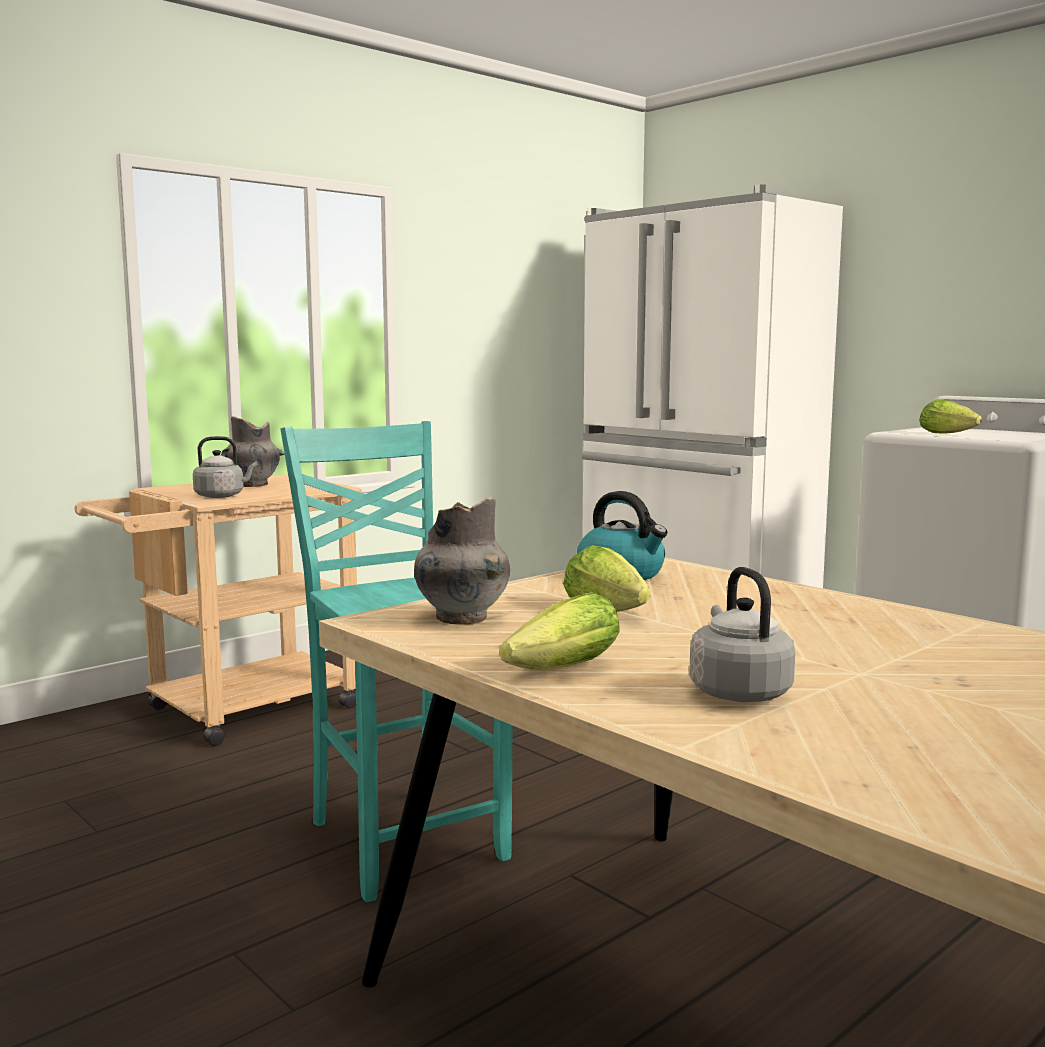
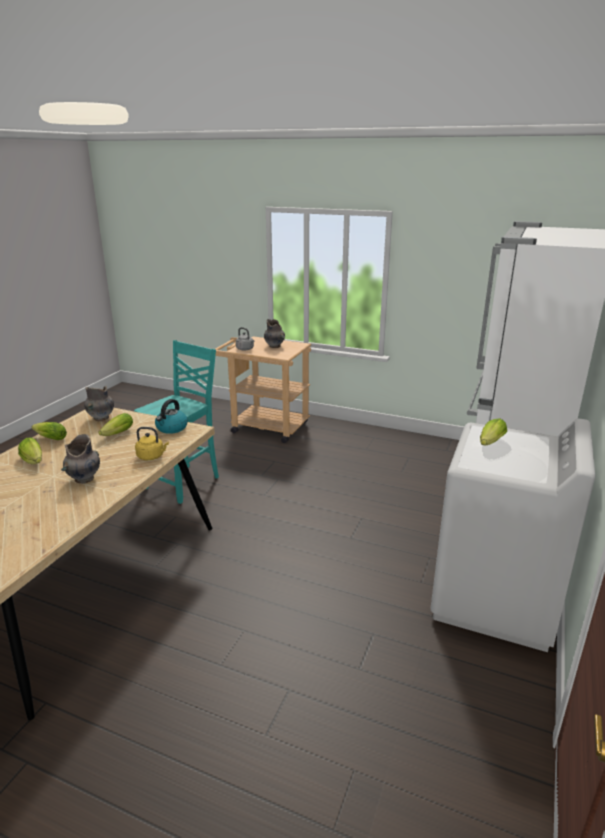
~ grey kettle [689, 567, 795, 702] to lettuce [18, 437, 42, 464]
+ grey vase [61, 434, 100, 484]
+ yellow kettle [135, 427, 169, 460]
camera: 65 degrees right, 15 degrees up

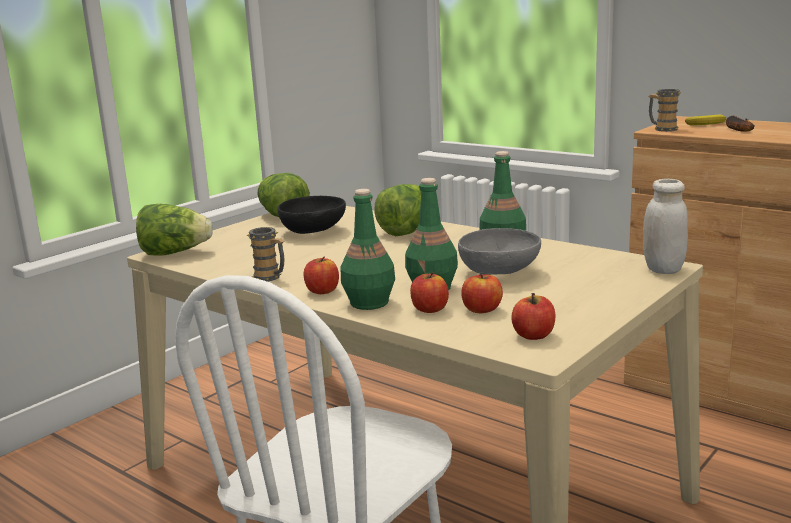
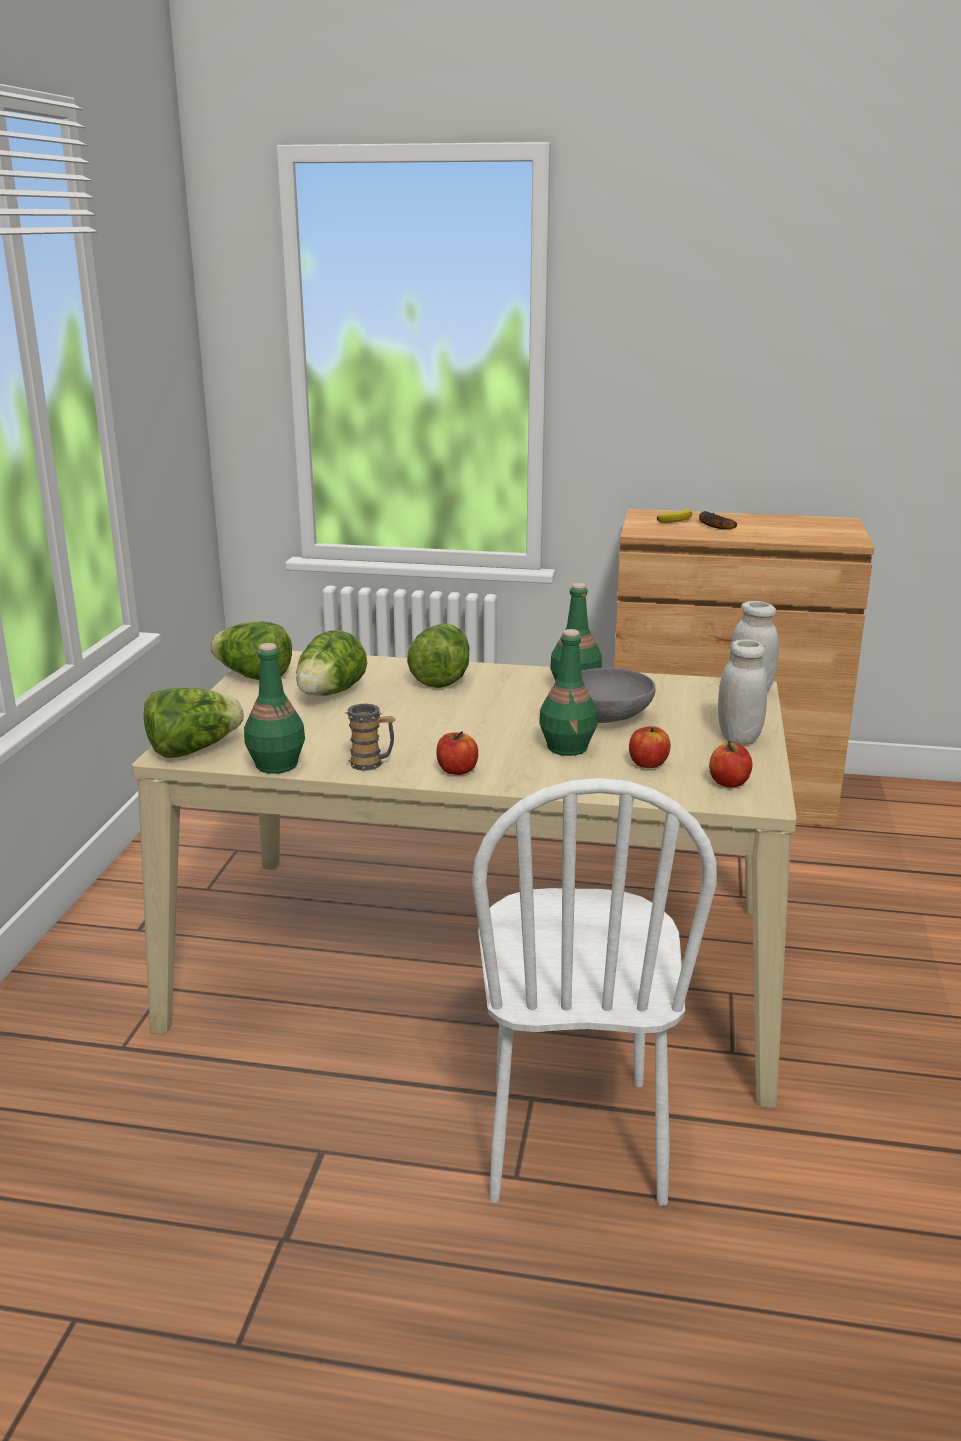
~ black bowl [278, 196, 346, 234] to lettuce [296, 630, 367, 696]
~ green bottle [341, 189, 395, 310] to [244, 643, 305, 774]
- apple [410, 272, 449, 313]
- mug [648, 89, 681, 132]
+ white jar [718, 639, 767, 745]
camera: 30 degrees left, 5 degrees up

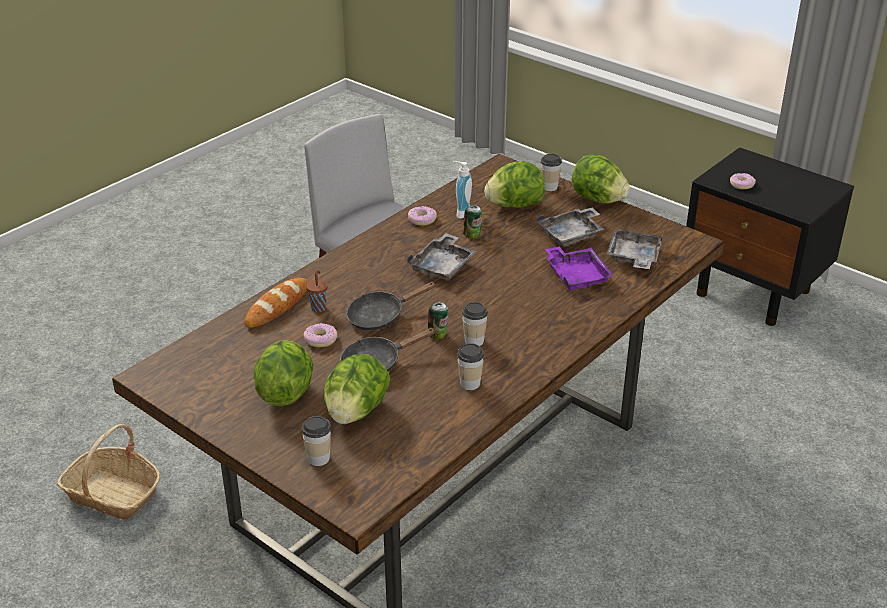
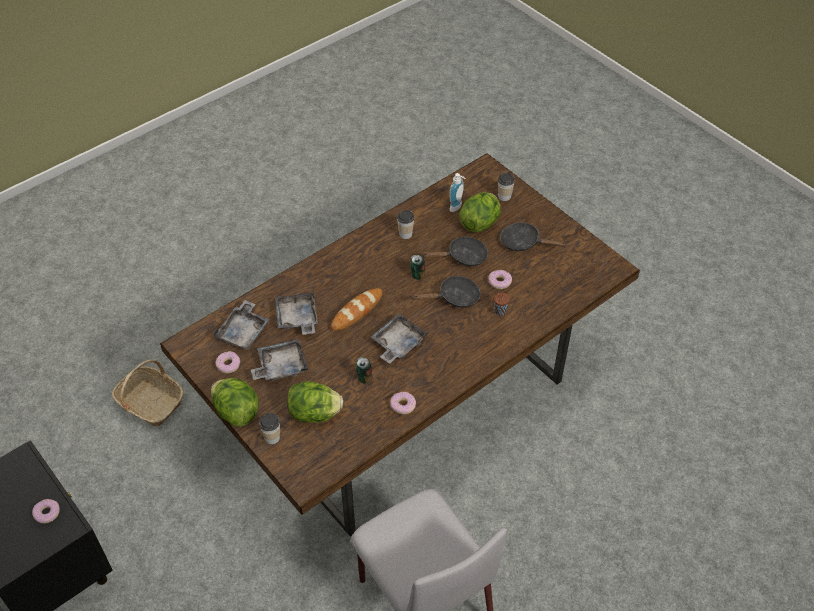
~ basket [57, 424, 160, 520] to [112, 359, 184, 426]
~ bread [244, 278, 308, 328] to [331, 288, 383, 331]
~ lettuce [254, 340, 313, 406] to black frying pan [500, 223, 567, 251]
~ soap dispenser [453, 161, 472, 219] to [450, 173, 466, 212]
- cup [462, 302, 488, 346]
~ purple tray [545, 246, 613, 290] to grey tray [275, 291, 318, 335]
+ donut [216, 351, 240, 373]
camera: 170 degrees left, 15 degrees up

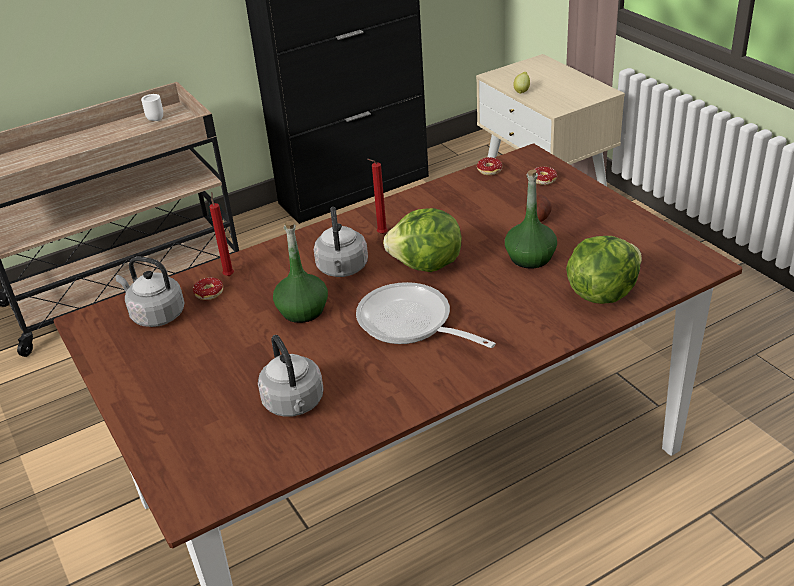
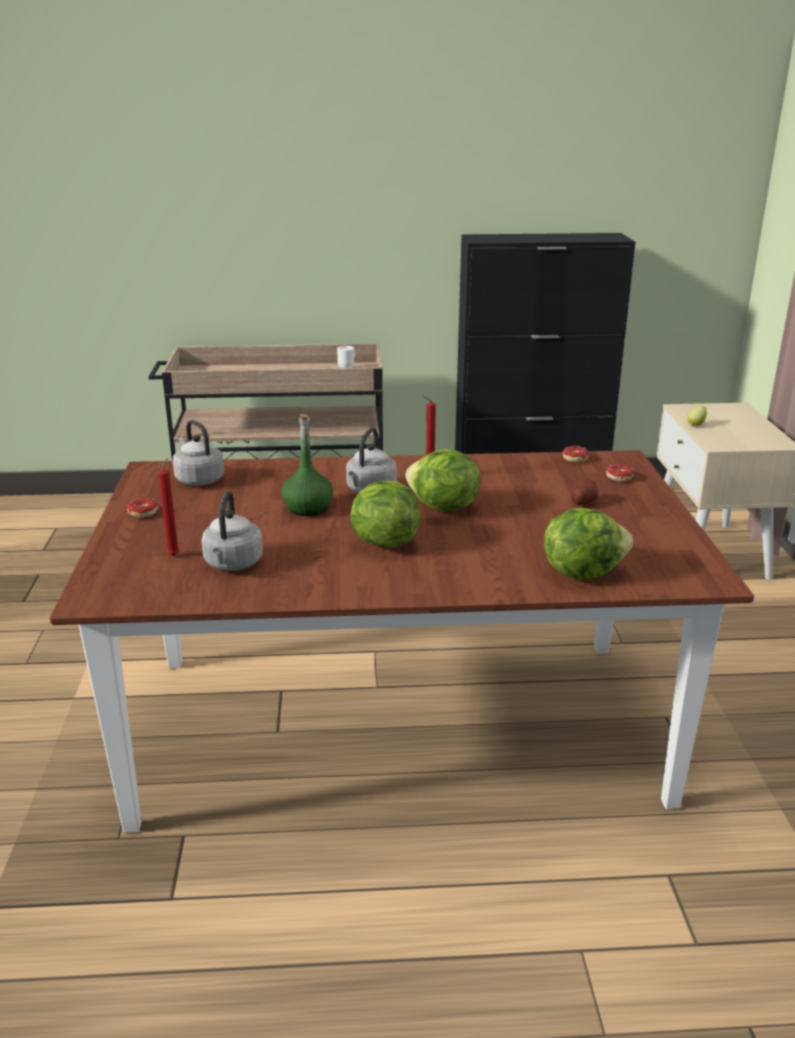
~ donut [193, 277, 223, 300] to [127, 498, 158, 518]
~ red candle [209, 193, 234, 276] to [158, 458, 180, 556]
~ frying pan [356, 282, 496, 348] to lettuce [350, 481, 421, 548]
- green bottle [505, 169, 557, 268]
camera: 25 degrees right, 10 degrees down

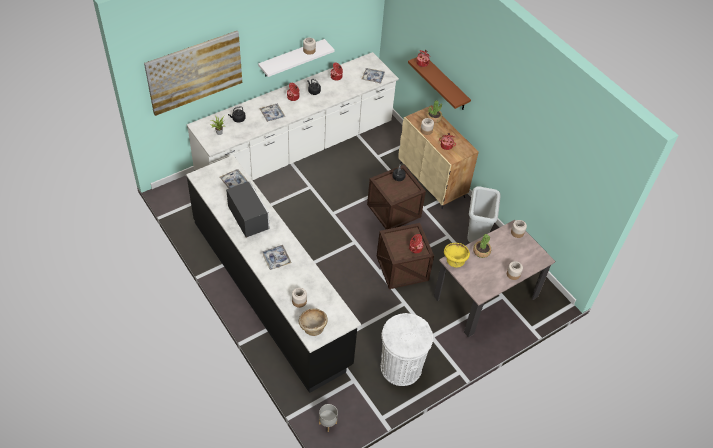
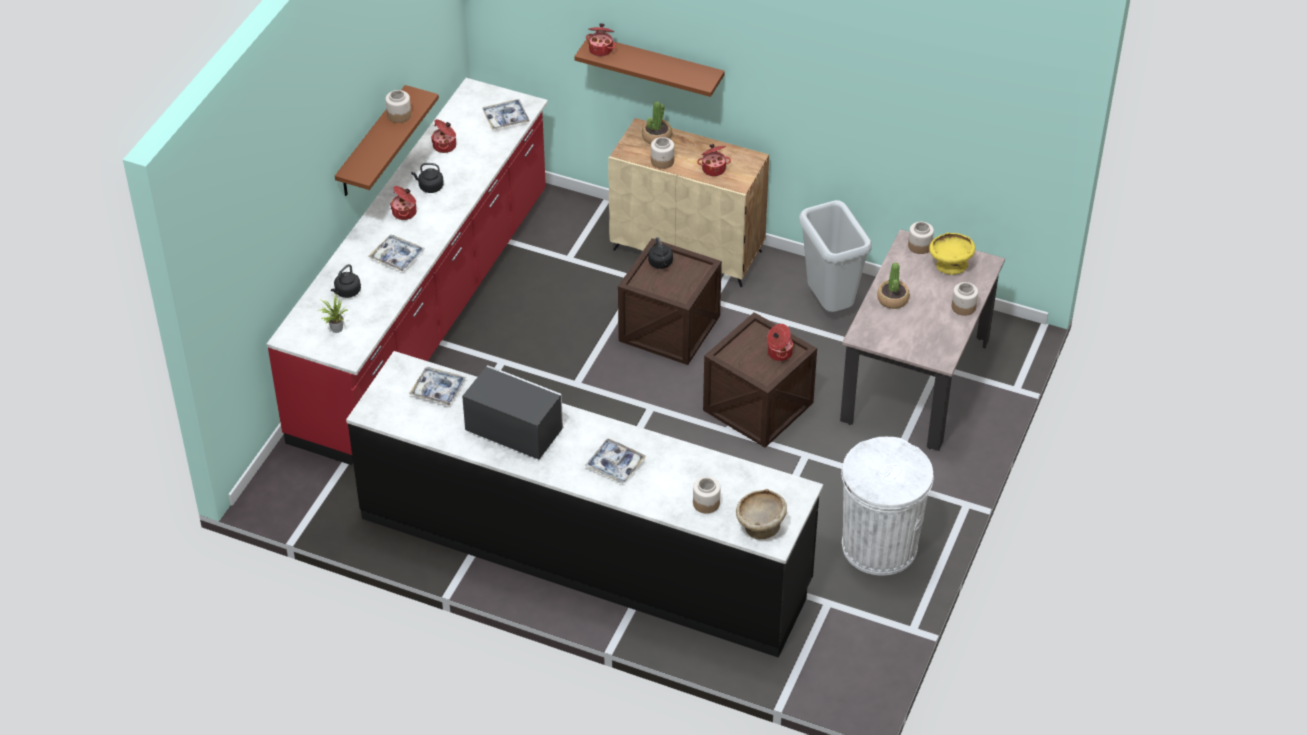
- picture [144, 31, 242, 116]
~ white counter [187, 52, 399, 180] to red counter [267, 78, 548, 465]
~ white shelf [258, 39, 335, 77] to brown shelf [335, 85, 439, 196]
- grey planter [319, 404, 338, 432]
~ yellow bowl [444, 243, 470, 268] to [929, 232, 975, 275]
camera: 30 degrees left, 5 degrees down

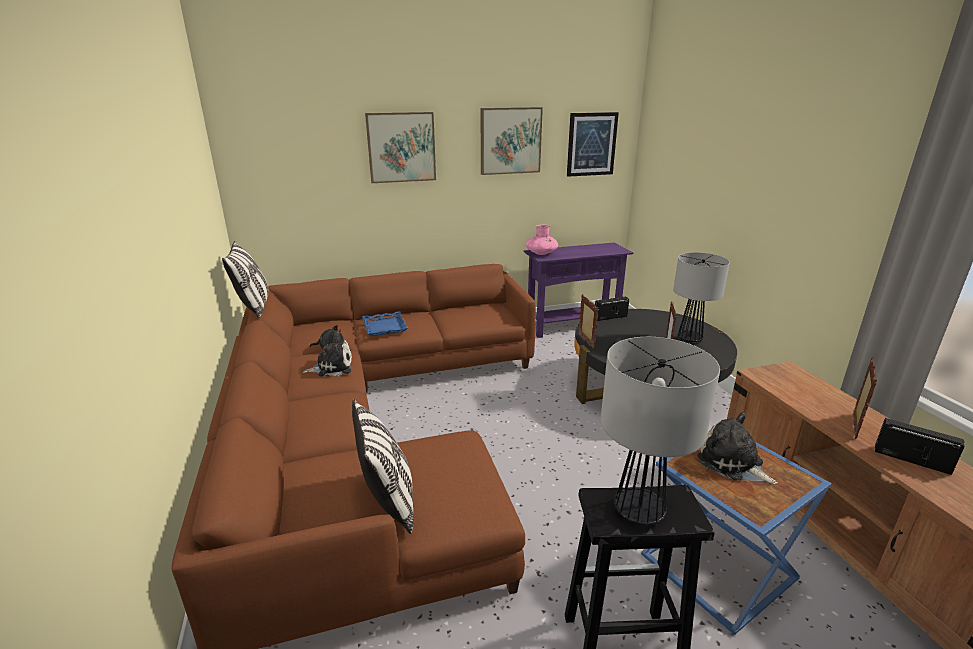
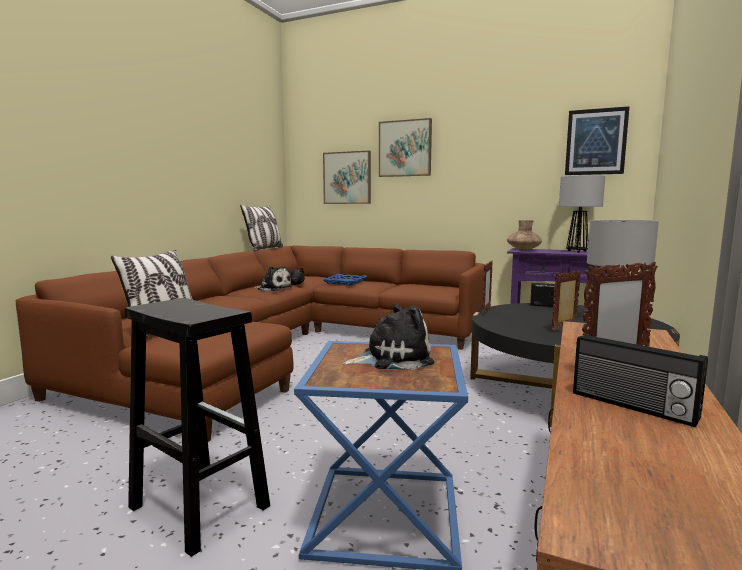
~ picture [481, 107, 543, 175] to [323, 151, 371, 204]
~ pink vase [526, 225, 558, 255] to brown vase [507, 220, 542, 250]
~ table lamp [601, 337, 720, 527] to [559, 175, 605, 253]
~ plush toy [697, 412, 778, 484] = [342, 303, 434, 370] 75 degrees clockwise
~ radio [875, 418, 964, 475] = [573, 334, 708, 427] 150 degrees clockwise
camera: 40 degrees right, 15 degrees down

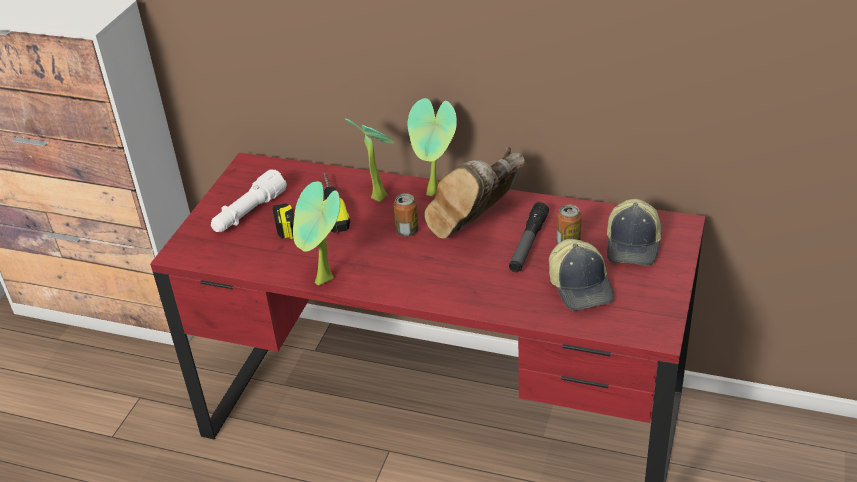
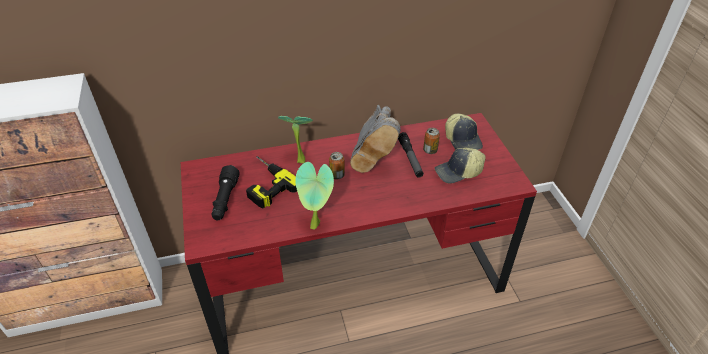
~ white flashlight [211, 169, 287, 232] to black flashlight [211, 165, 240, 221]
- potted plant [408, 98, 457, 196]
~ brown boot [424, 147, 525, 239] to grey boot [350, 105, 401, 173]
~ cap [549, 239, 614, 311] = [435, 148, 486, 184] 120 degrees clockwise
camera: 35 degrees left, 5 degrees up

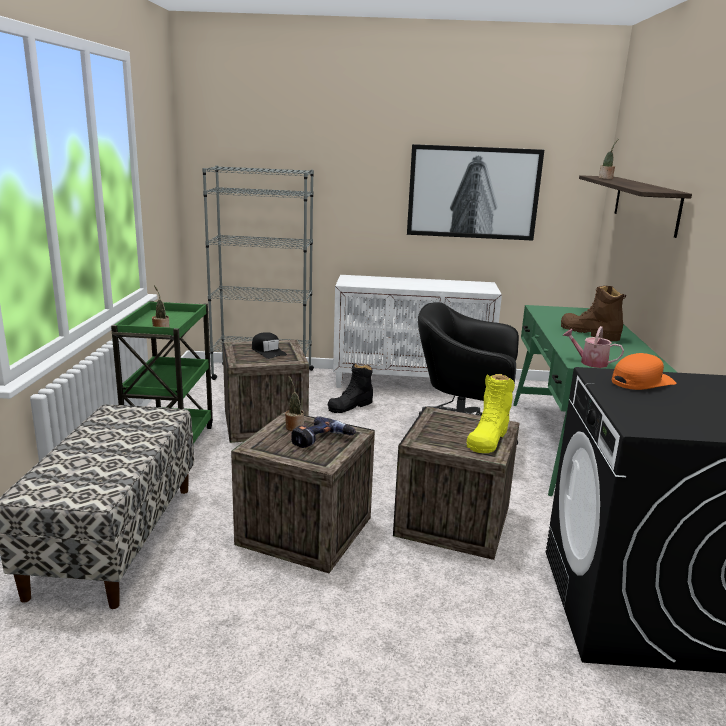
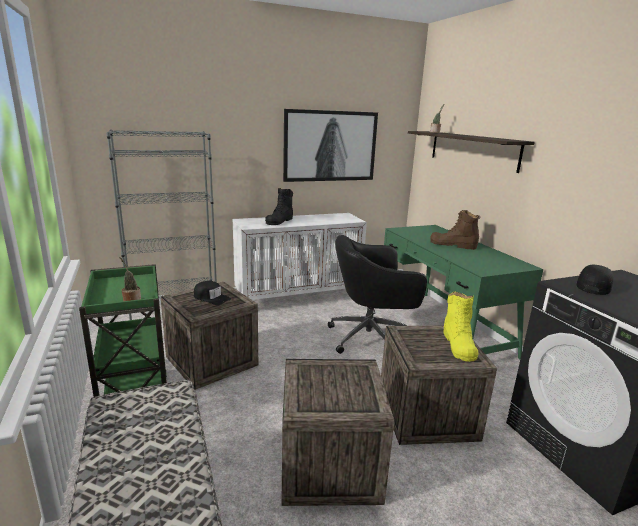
- potted plant [285, 377, 304, 431]
- power drill [291, 416, 356, 448]
~ black boot [328, 364, 373, 413] to [265, 188, 293, 225]
- watering can [562, 326, 624, 368]
~ orange cap [612, 353, 677, 390] to black cap [576, 265, 613, 295]
camera: 25 degrees left, 0 degrees up

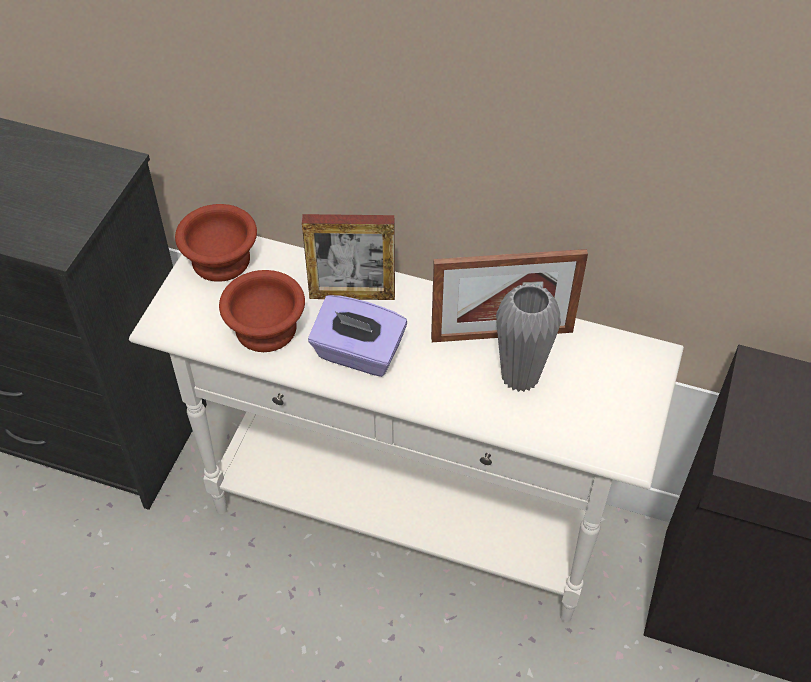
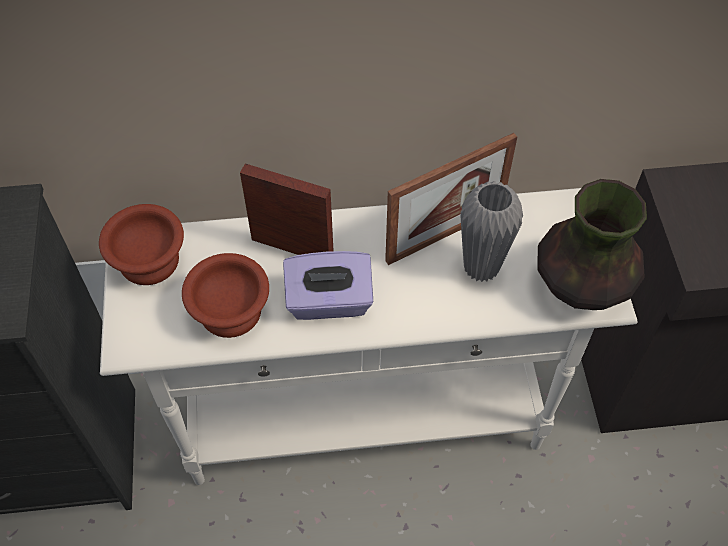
~ picture frame [302, 214, 395, 300] = [240, 164, 334, 255] 135 degrees counterclockwise
+ vase [537, 179, 647, 310]
camera: 25 degrees left, 5 degrees up

